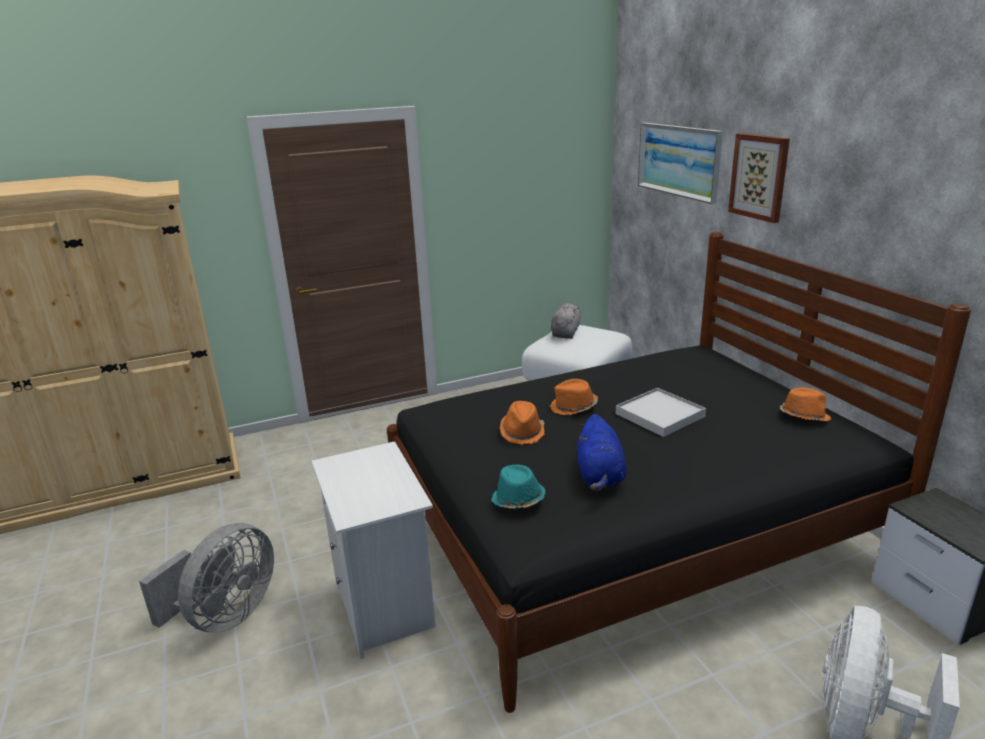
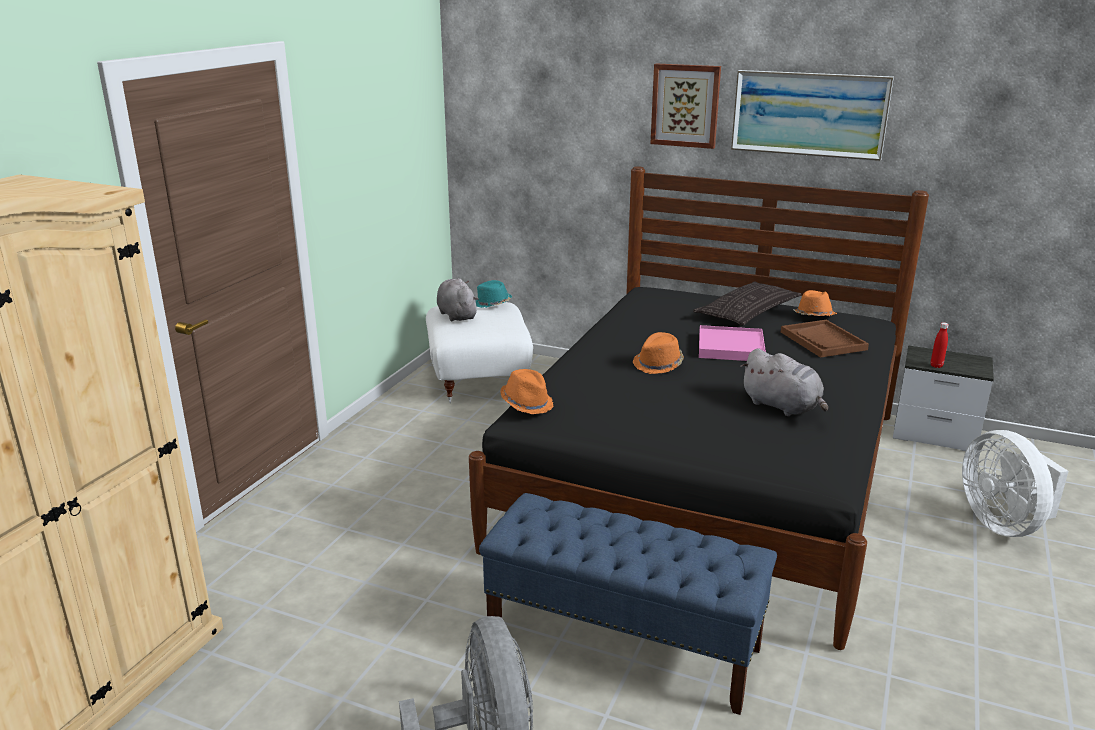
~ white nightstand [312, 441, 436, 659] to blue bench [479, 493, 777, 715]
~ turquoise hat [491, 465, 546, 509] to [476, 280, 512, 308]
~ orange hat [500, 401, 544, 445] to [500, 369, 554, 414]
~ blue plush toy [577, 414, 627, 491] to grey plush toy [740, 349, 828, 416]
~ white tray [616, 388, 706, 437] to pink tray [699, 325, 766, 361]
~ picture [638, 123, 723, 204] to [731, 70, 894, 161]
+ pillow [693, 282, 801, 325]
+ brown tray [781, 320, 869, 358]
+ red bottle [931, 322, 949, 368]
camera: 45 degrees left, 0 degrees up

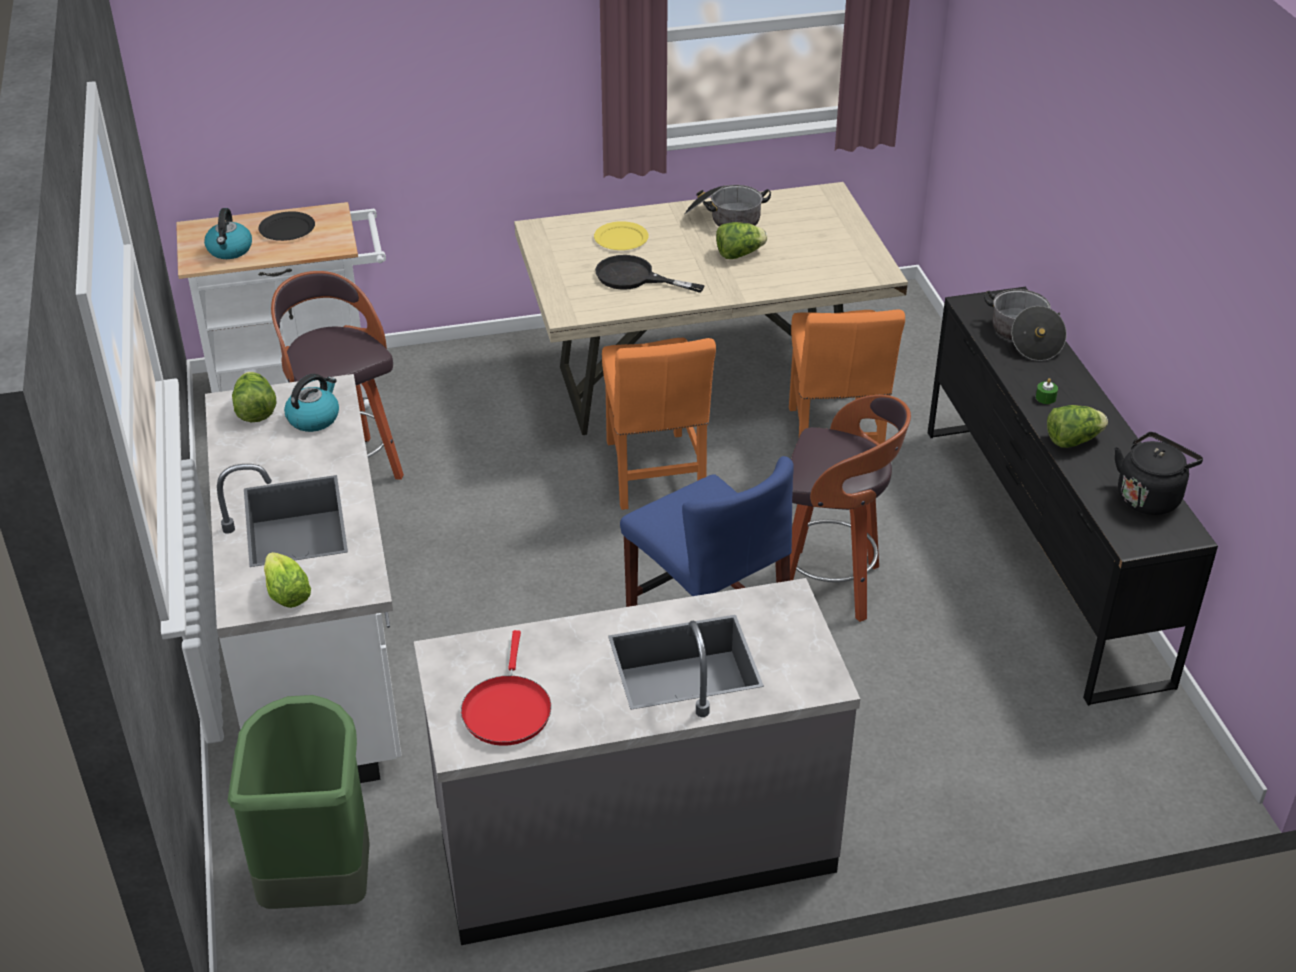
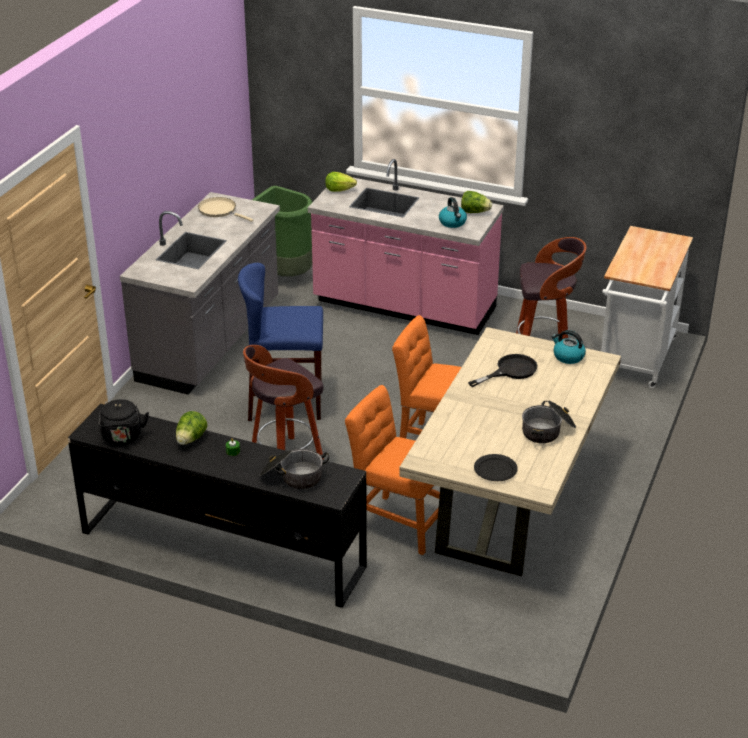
~ kettle [204, 208, 252, 259] to [552, 330, 586, 364]
~ white counter [205, 374, 402, 783] to pink counter [308, 159, 504, 335]
~ black plate [259, 211, 315, 241] to [474, 454, 518, 481]
~ red frying pan [461, 630, 551, 746] to beige frying pan [198, 197, 253, 222]
- yellow plate [594, 221, 649, 250]
- lettuce [716, 222, 767, 259]
camera: 125 degrees right, 5 degrees down

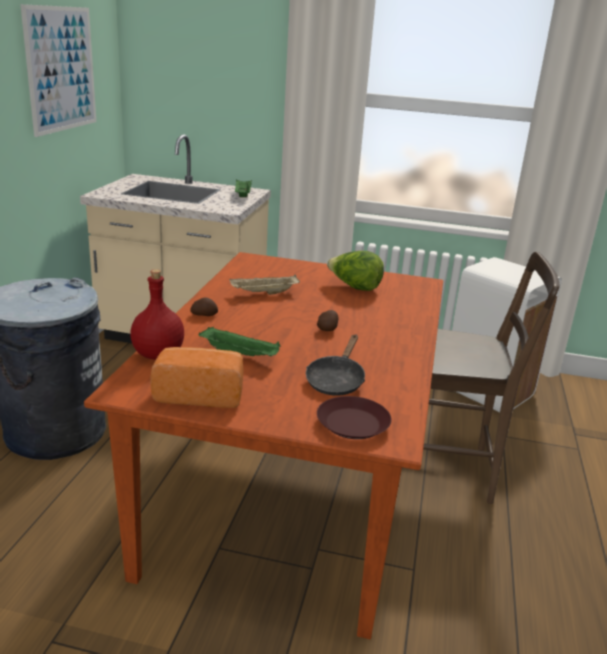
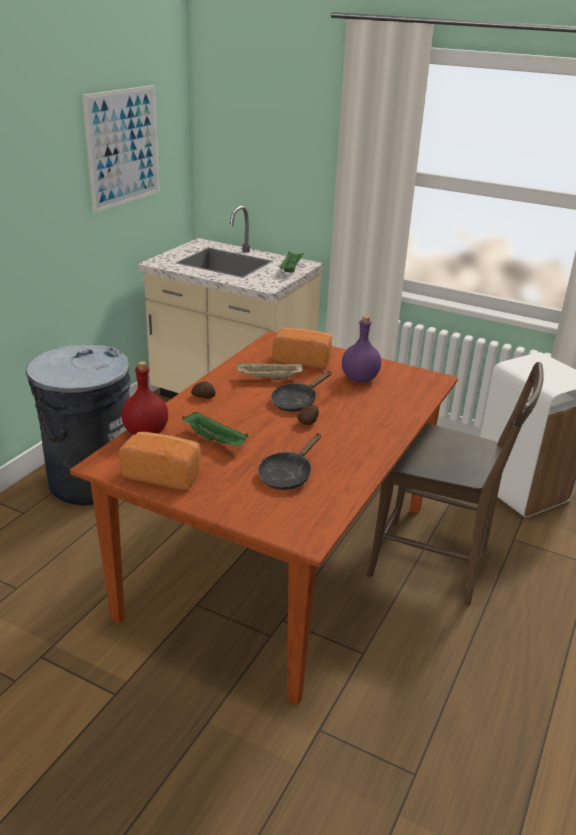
- brown plate [317, 396, 392, 439]
~ lettuce [327, 251, 384, 291] to purple bottle [342, 315, 381, 383]
+ black frying pan [271, 371, 332, 412]
+ bread [272, 328, 332, 368]
camera: 15 degrees right, 5 degrees up

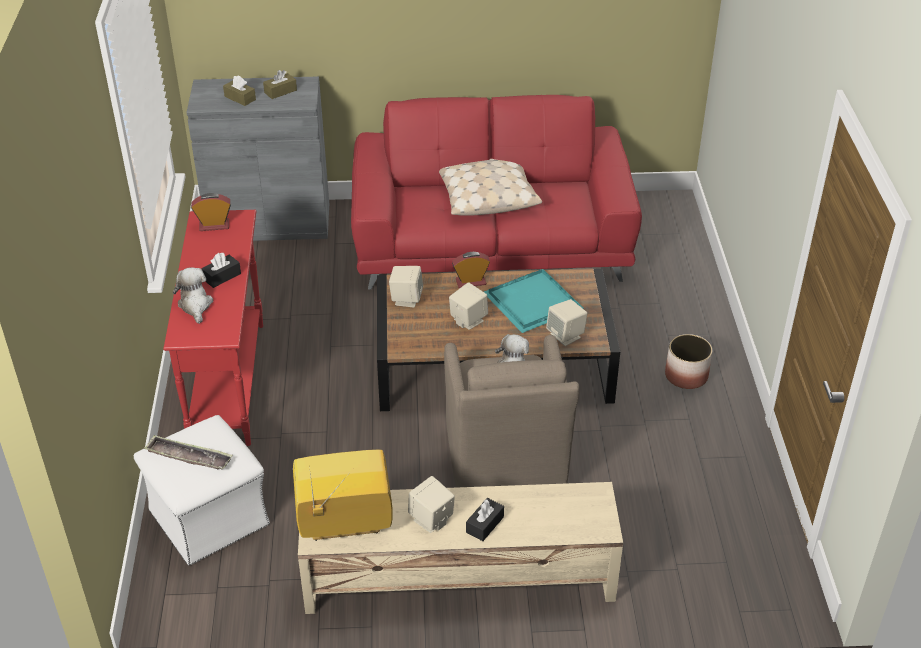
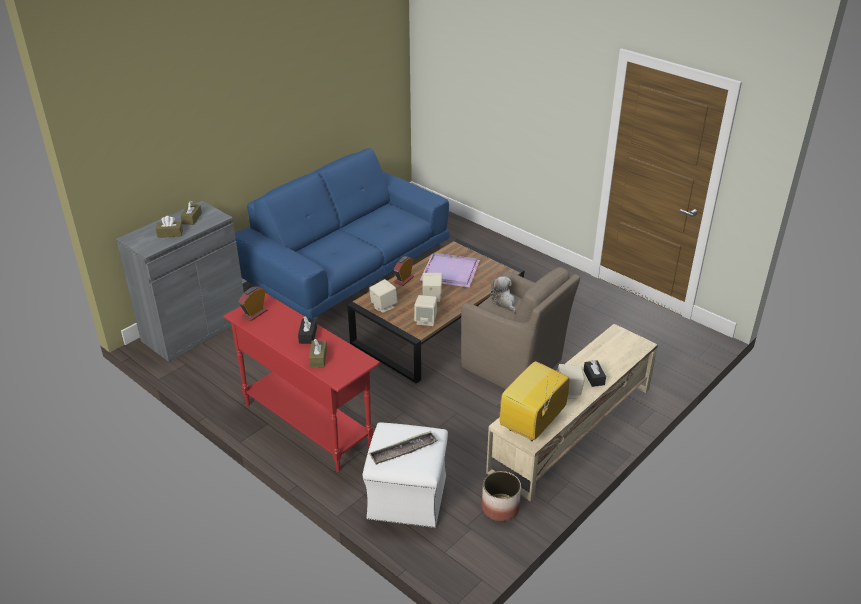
~ plush toy [173, 267, 213, 324] to brown tissue box [309, 339, 327, 367]
~ red sofa [351, 95, 642, 289] to blue sofa [234, 148, 450, 322]
- beige pillow [439, 159, 542, 216]
~ turquoise tray [484, 269, 583, 333] to purple tray [420, 253, 480, 287]
~ beige speaker [546, 299, 587, 346] to [414, 295, 437, 326]
~ planter [665, 334, 712, 389] to [482, 471, 521, 521]
camera: 45 degrees left, 5 degrees down

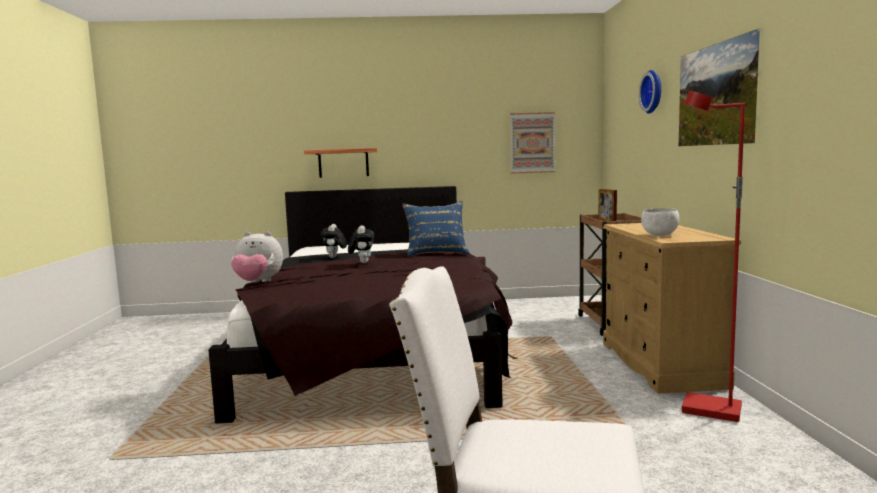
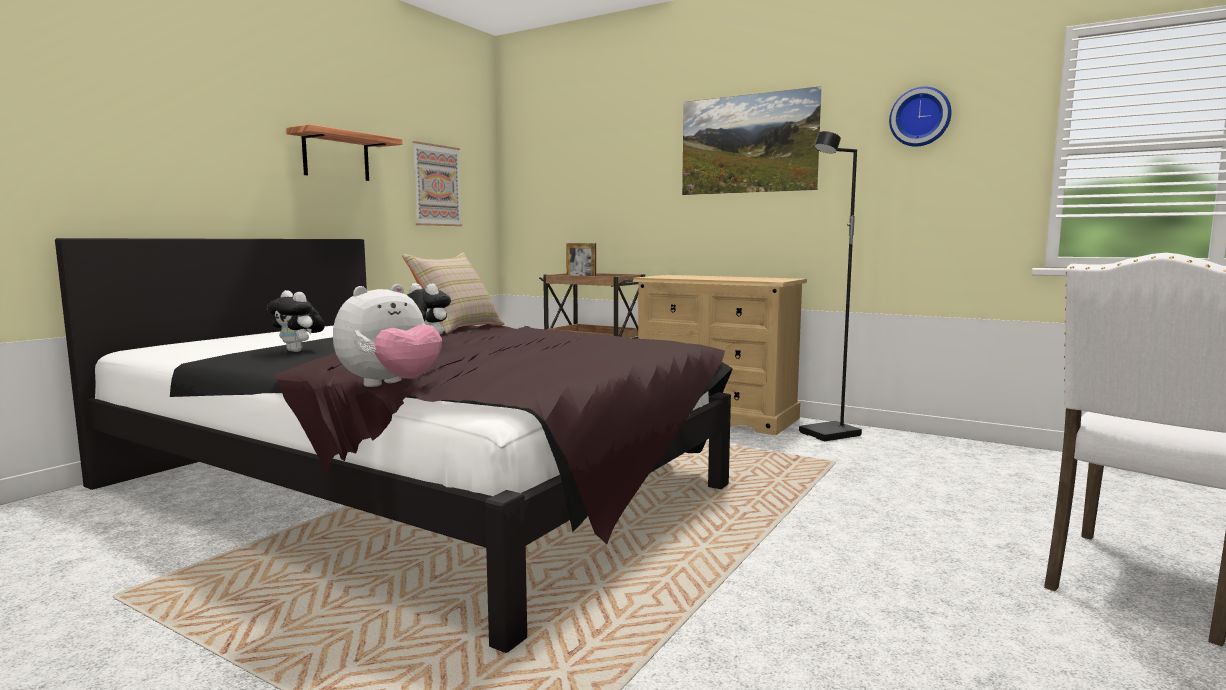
~ shelf [304, 148, 378, 178] to [286, 124, 402, 181]
~ blue pillow [402, 201, 470, 257] to beige pillow [402, 252, 505, 333]
~ wall clock [639, 70, 661, 114] to [889, 87, 952, 147]
- white bowl [641, 208, 679, 236]
~ red floor lamp [682, 91, 745, 422] to black floor lamp [799, 131, 862, 441]
camera: 55 degrees left, 0 degrees up

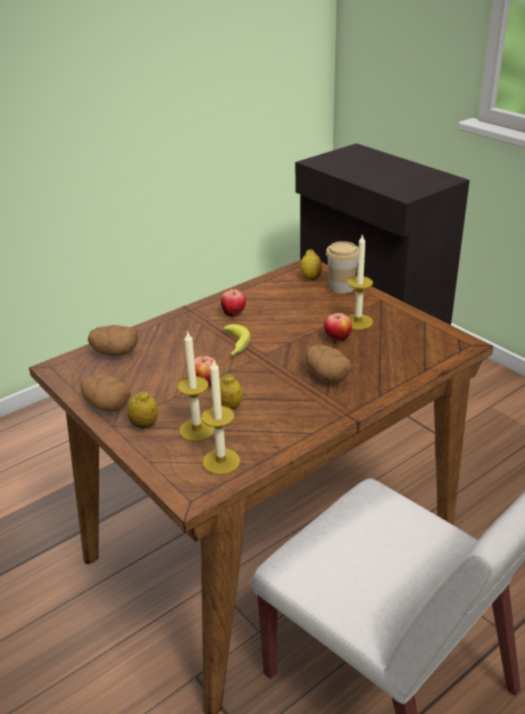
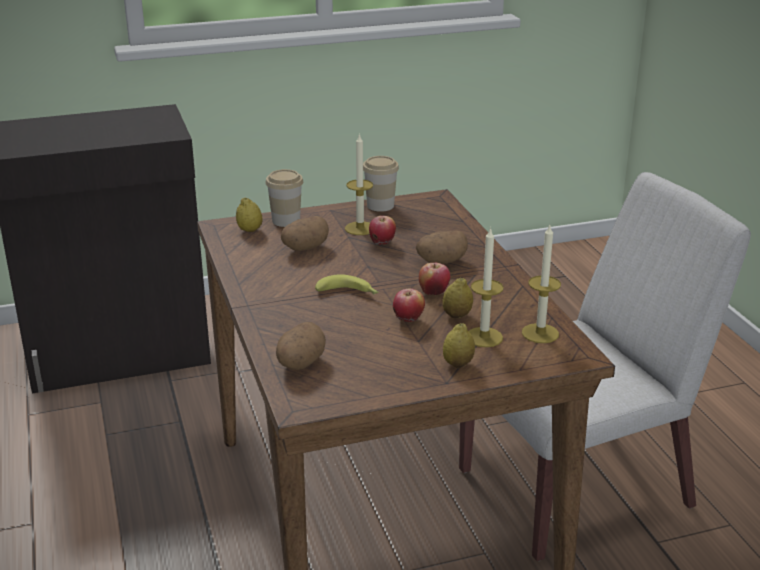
~ potato [81, 374, 131, 412] to [281, 216, 329, 251]
~ apple [221, 289, 246, 317] to [419, 263, 450, 295]
+ cup [363, 156, 399, 212]
camera: 70 degrees left, 5 degrees down

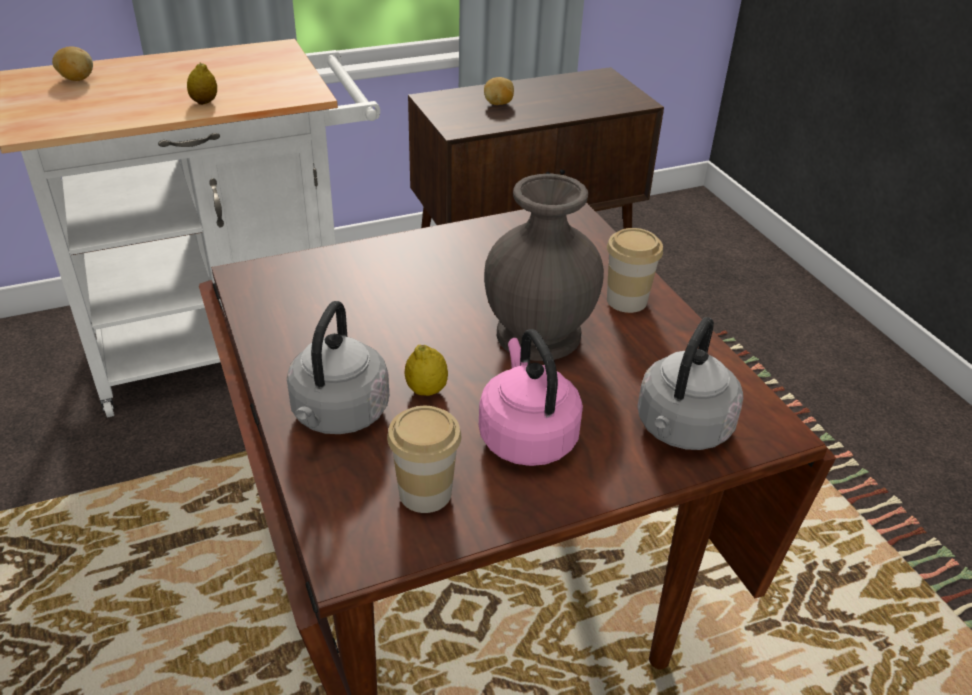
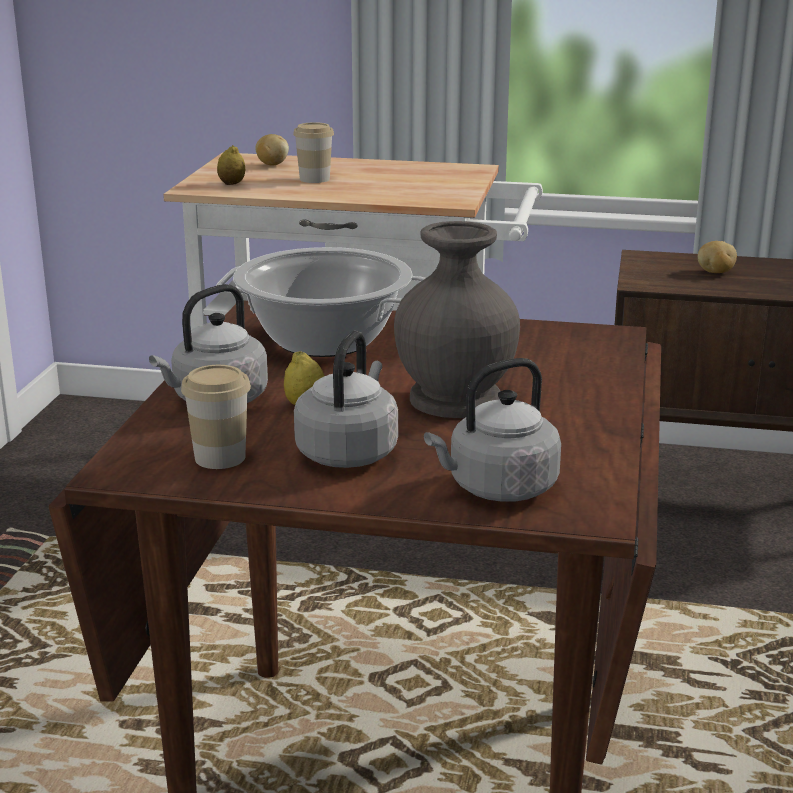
~ lemon [187, 63, 217, 105] to [217, 145, 245, 185]
~ pink kettle [479, 329, 583, 466] to grey kettle [294, 331, 398, 468]
~ cup [607, 228, 663, 313] to [293, 122, 334, 183]
+ cooking pot [216, 247, 425, 357]
camera: 35 degrees right, 15 degrees down

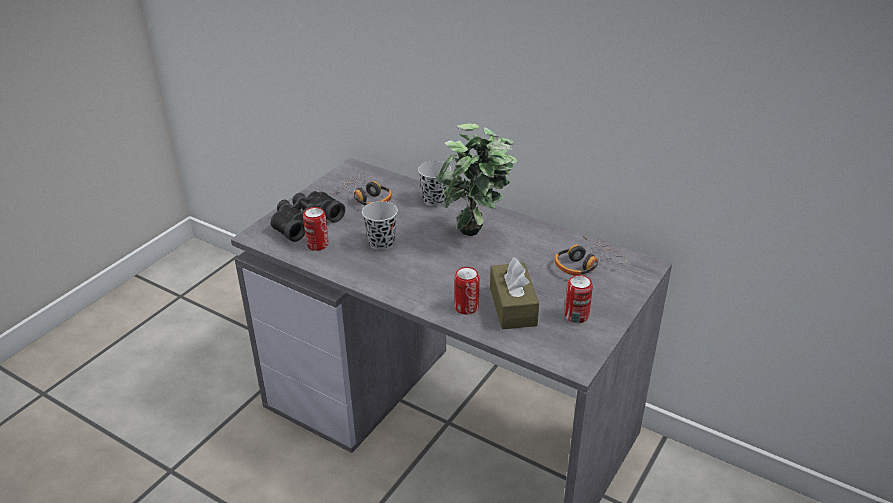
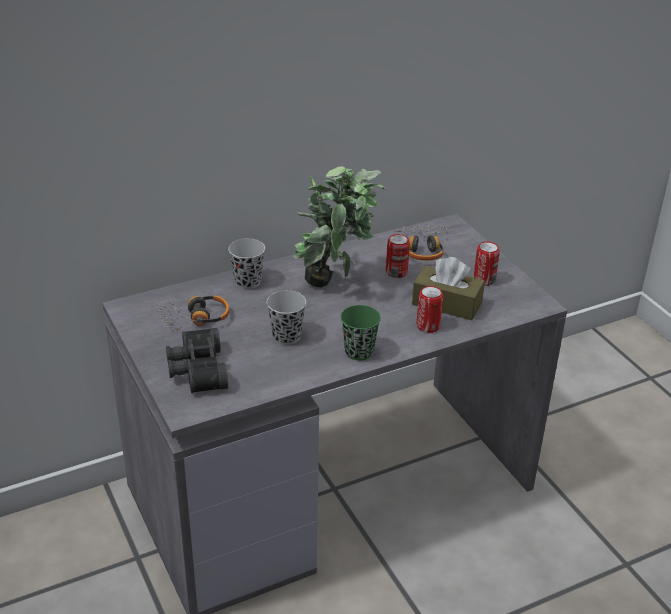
~ can [303, 207, 328, 251] to [386, 234, 410, 278]
+ green cup [340, 305, 381, 361]
camera: 60 degrees left, 0 degrees up

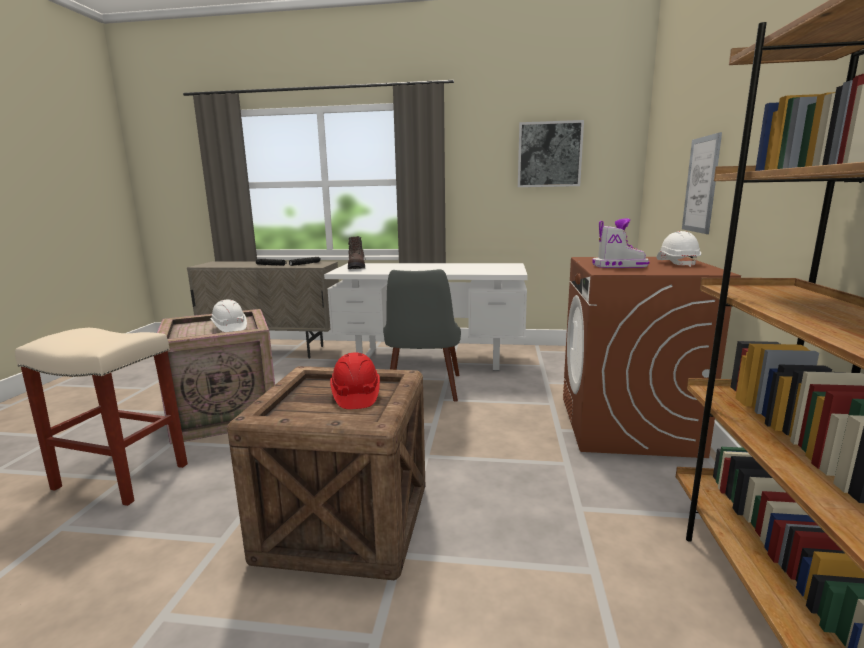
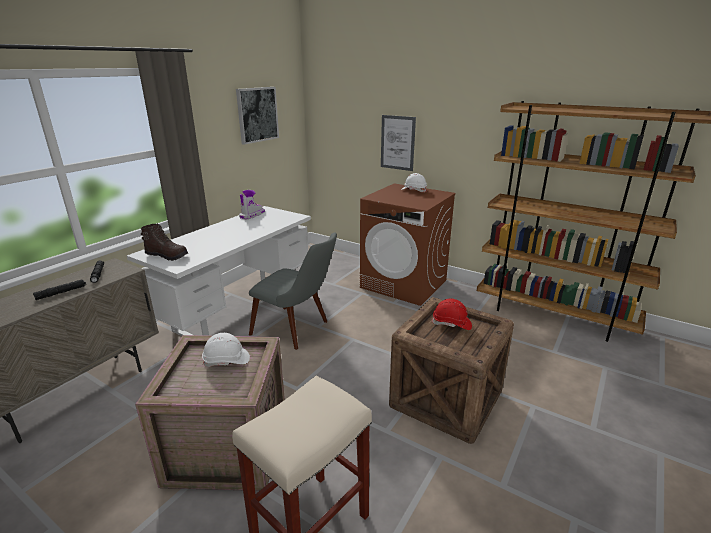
~ boot [592, 218, 650, 268] to [239, 190, 265, 219]
camera: 65 degrees left, 10 degrees up

